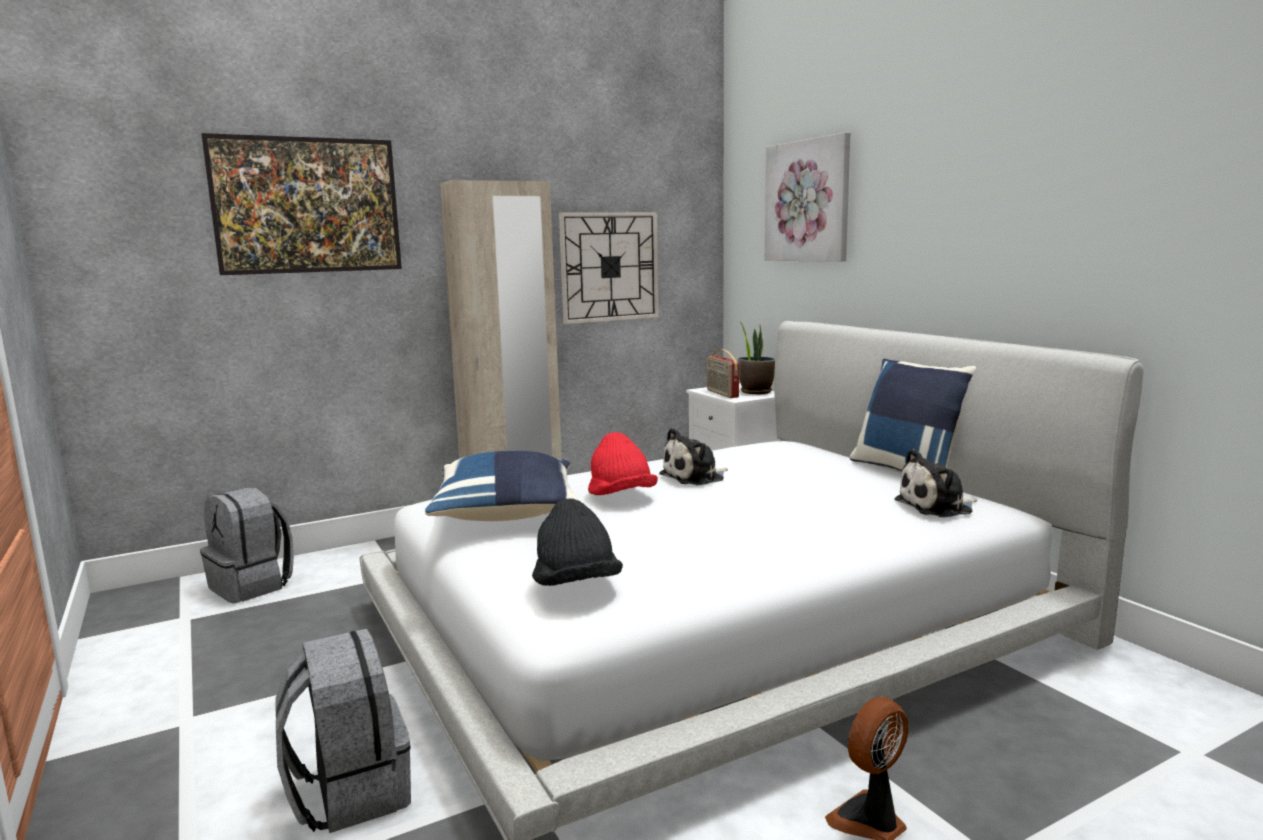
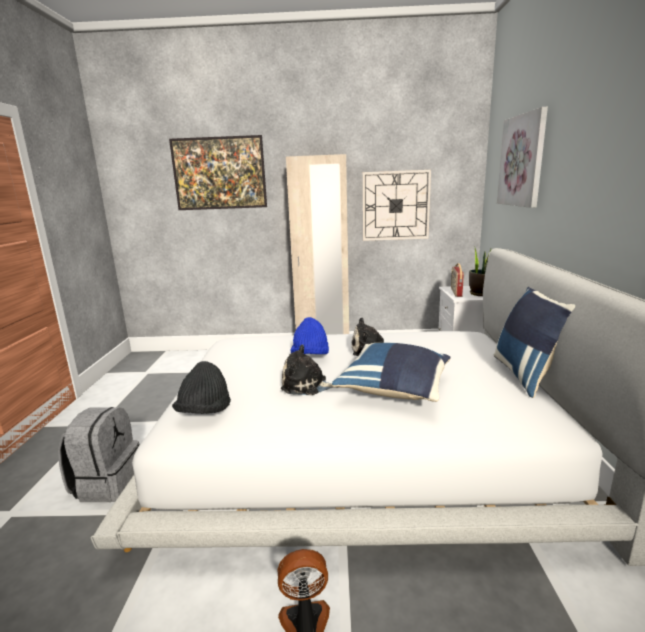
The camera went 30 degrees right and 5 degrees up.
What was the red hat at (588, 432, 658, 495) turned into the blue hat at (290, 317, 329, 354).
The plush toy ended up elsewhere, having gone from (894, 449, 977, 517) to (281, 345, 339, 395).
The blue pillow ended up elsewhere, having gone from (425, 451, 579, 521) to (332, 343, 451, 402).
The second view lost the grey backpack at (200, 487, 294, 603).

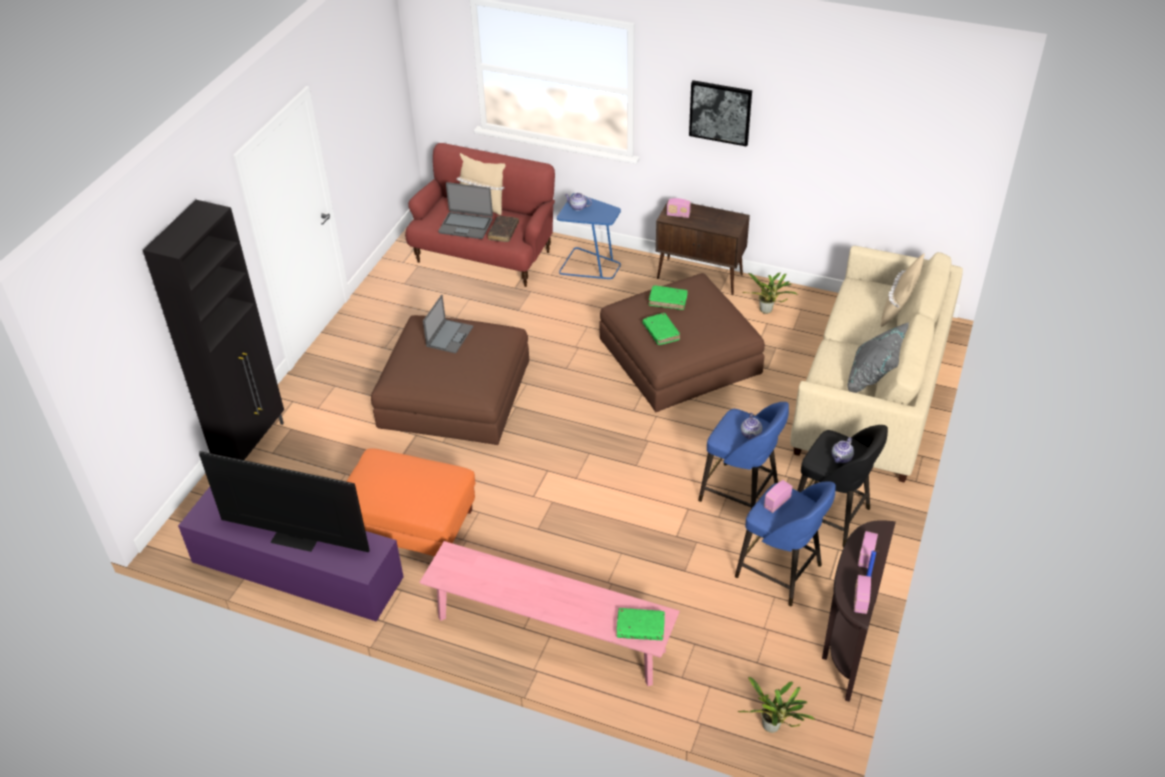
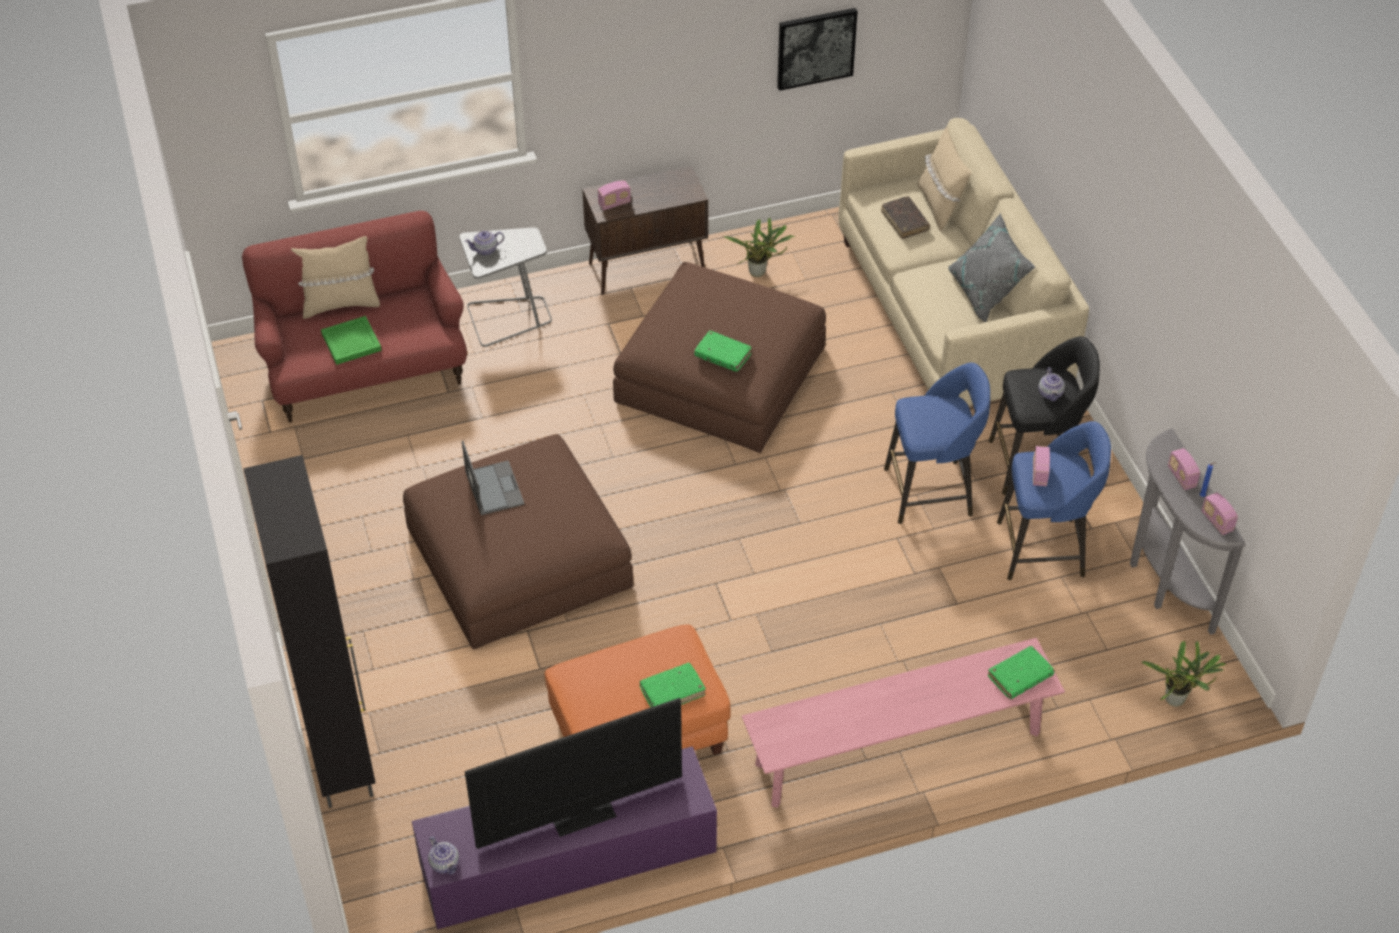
The camera went 40 degrees left and 5 degrees up.
The picture ended up elsewhere, having gone from (689, 80, 752, 147) to (777, 8, 858, 91).
Where the laptop stood at (438, 182, 493, 239), the green tray came to stand at (321, 316, 382, 365).
What was the blue side table at (557, 193, 621, 279) turned into the grey side table at (459, 227, 552, 347).
The brown book ended up elsewhere, having gone from (488, 216, 519, 242) to (881, 196, 930, 239).
The green book ended up elsewhere, having gone from (649, 285, 688, 310) to (639, 663, 706, 707).
The teapot ended up elsewhere, having gone from (741, 413, 762, 440) to (428, 836, 459, 874).
What was the brown console table at (822, 520, 896, 702) turned into the grey console table at (1130, 428, 1246, 635).

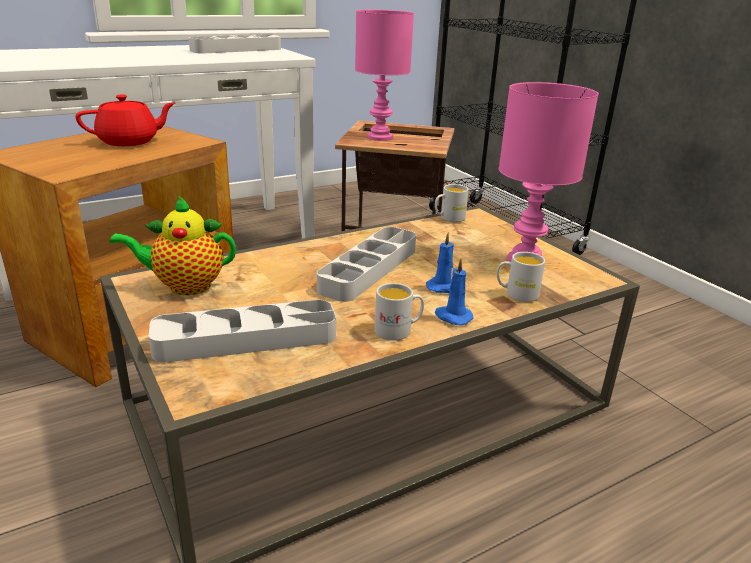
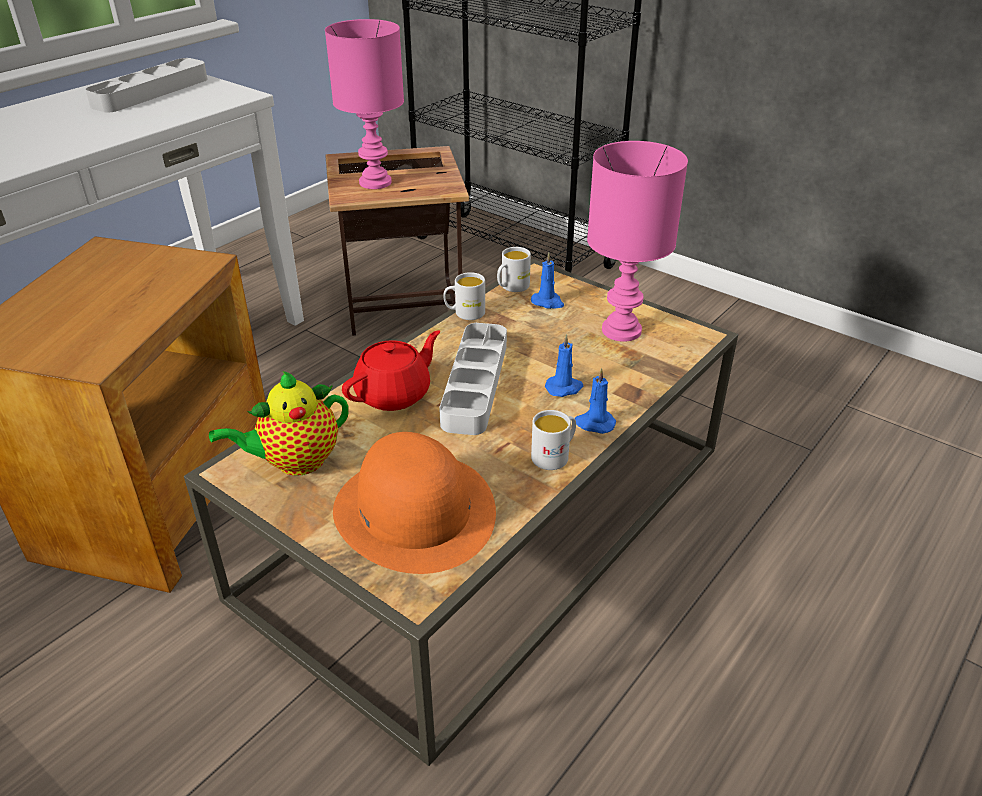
The camera went 20 degrees left and 10 degrees up.
The red teapot ended up elsewhere, having gone from (75, 94, 175, 146) to (342, 330, 440, 411).
The white mug ended up elsewhere, having gone from (497, 252, 545, 302) to (443, 272, 485, 320).
Where the grey tray stood at (149, 300, 336, 363), the orange hat came to stand at (333, 432, 496, 574).
The second view gained the blue candle at (531, 253, 564, 309).

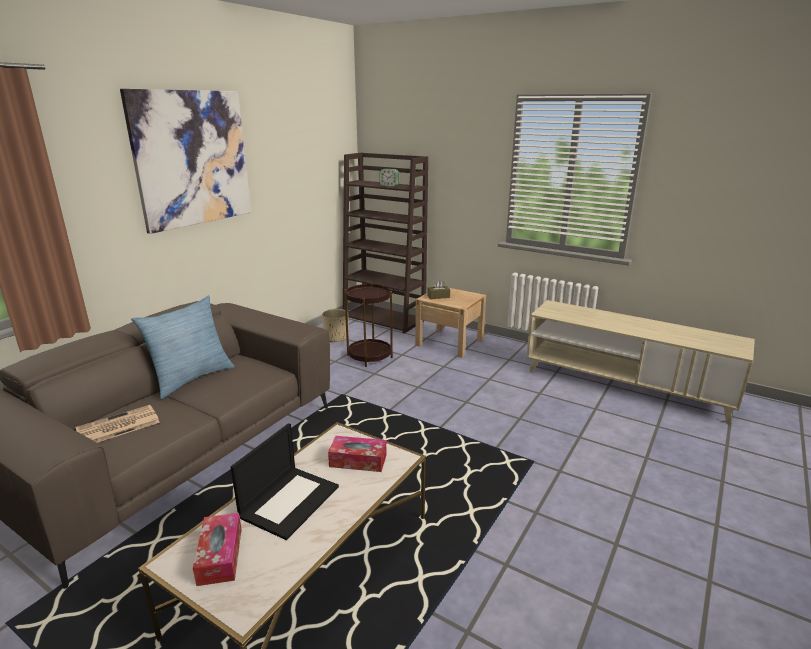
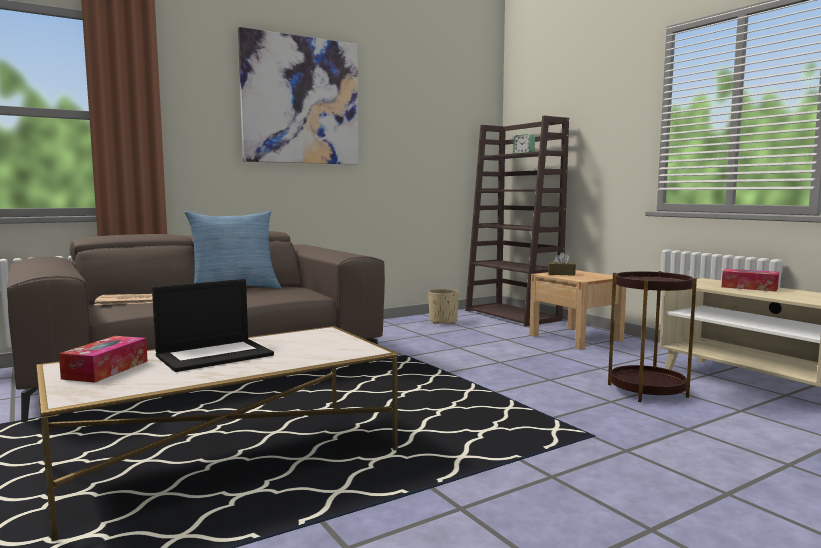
The camera went 25 degrees right and 15 degrees down.
The brown side table ended up elsewhere, having gone from (344, 283, 393, 367) to (608, 271, 697, 402).
The tissue box ended up elsewhere, having gone from (328, 436, 387, 472) to (722, 269, 779, 292).

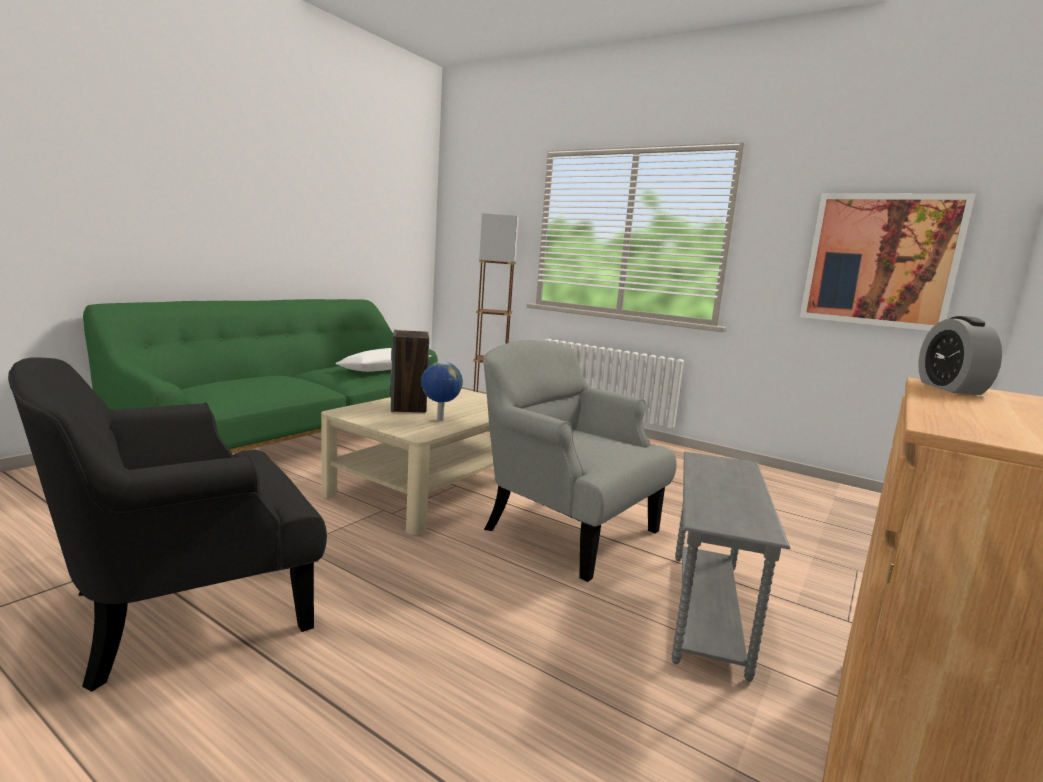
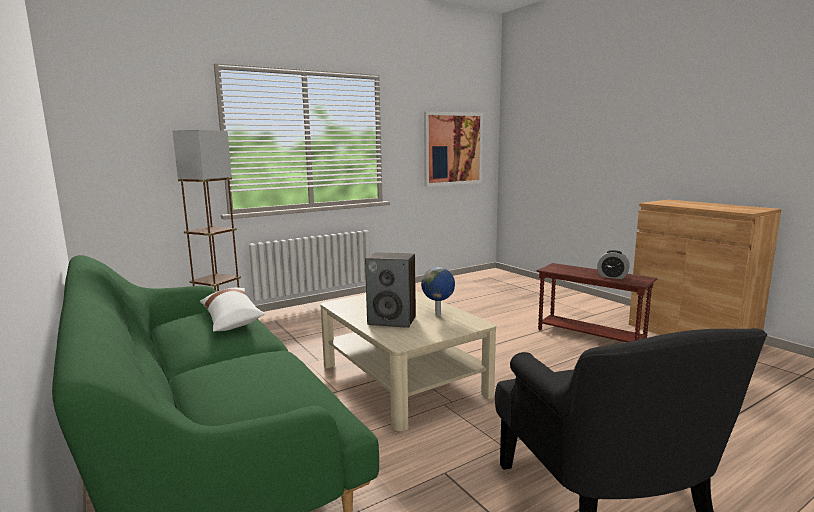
The camera went 65 degrees left and 0 degrees up.
The alarm clock ended up elsewhere, having gone from (918, 316, 1002, 395) to (597, 250, 630, 279).
The second view lost the grey armchair at (483, 340, 677, 582).
What was the grey side table at (671, 452, 790, 682) turned into the brown side table at (536, 263, 657, 342).

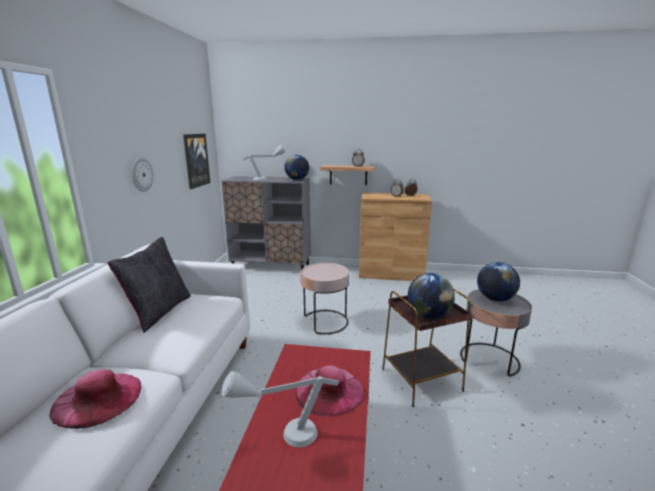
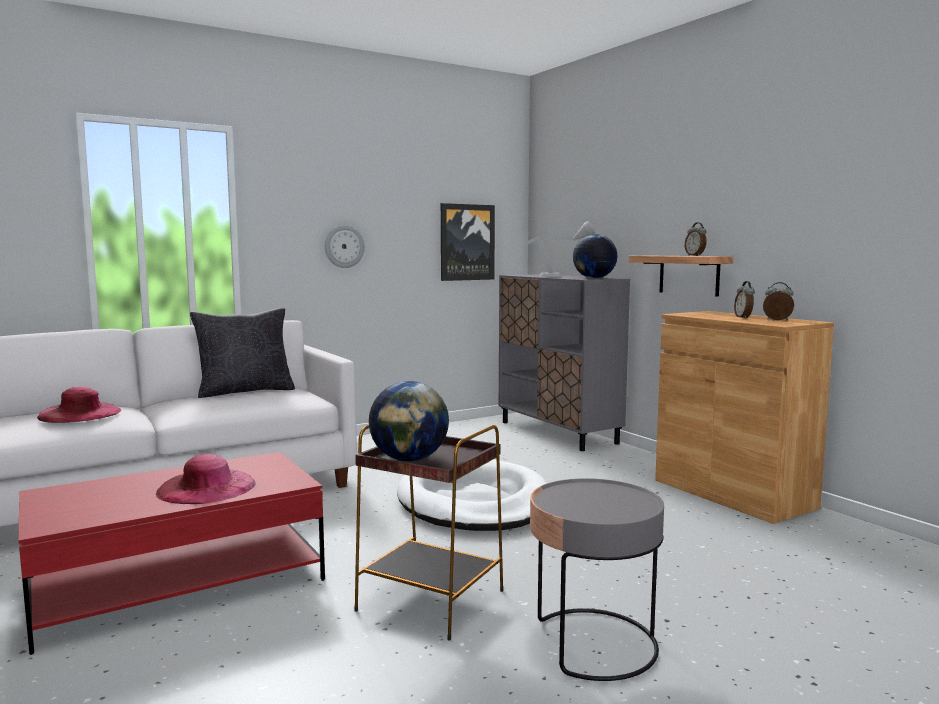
The camera went 50 degrees right and 10 degrees down.
The second view lost the globe at (477, 262, 520, 301).
Where the pink side table stood at (300, 263, 349, 334), the white dog bed came to stand at (397, 459, 547, 531).
The second view lost the grey table lamp at (222, 371, 339, 447).

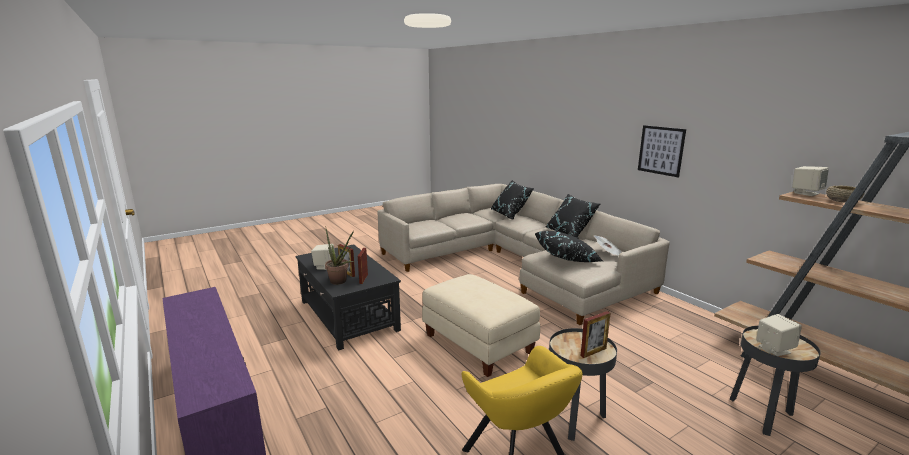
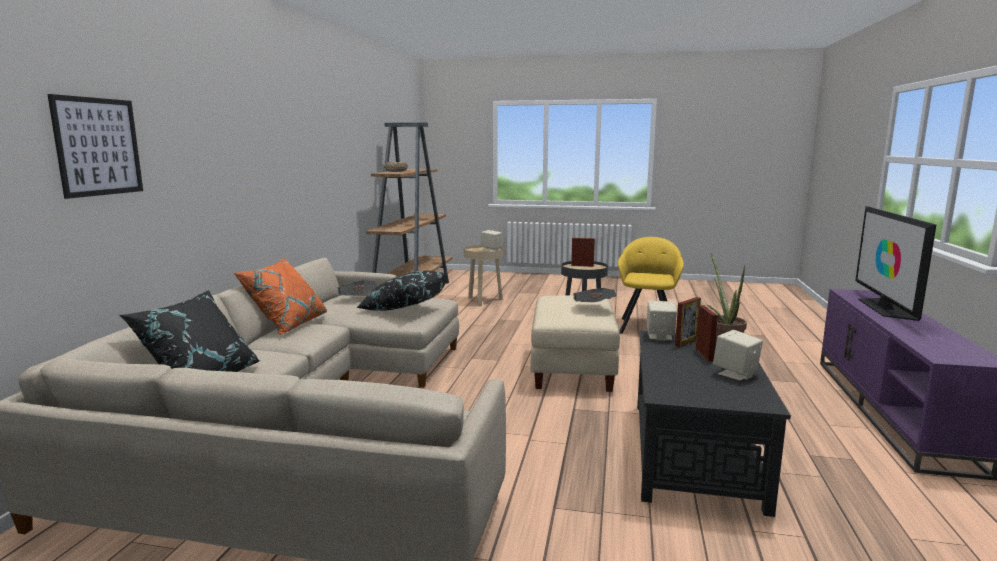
The camera went 135 degrees left and 5 degrees down.
The picture ended up elsewhere, having gone from (638, 125, 686, 177) to (47, 94, 143, 199).
The beige speaker ended up elsewhere, having gone from (792, 166, 829, 196) to (647, 301, 677, 341).
What was the black pillow at (545, 194, 600, 239) turned into the orange pillow at (234, 258, 327, 335).
What was the black side table at (729, 326, 821, 436) turned into the beige side table at (463, 245, 503, 306).
The second view gained the television at (855, 206, 936, 321).
The second view gained the newspaper at (573, 288, 617, 302).

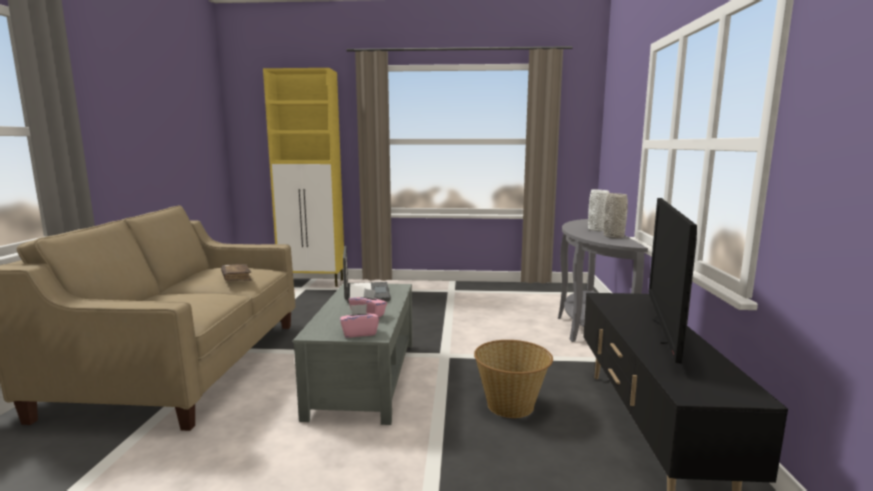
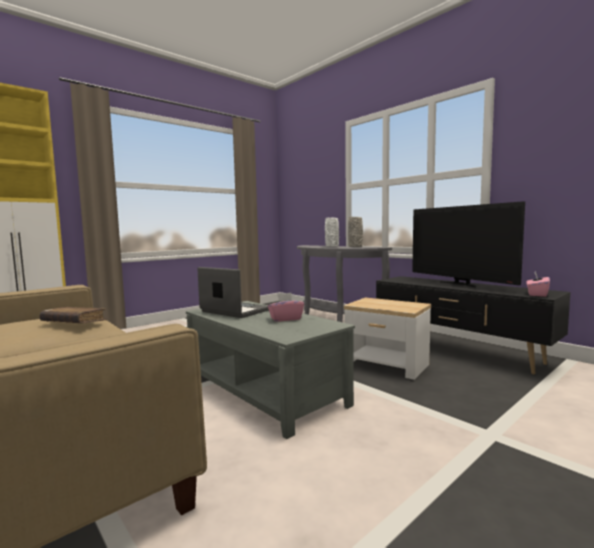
The camera went 45 degrees left and 5 degrees down.
The pink tissue box ended up elsewhere, having gone from (340, 304, 379, 338) to (526, 271, 550, 297).
Where the basket stood at (474, 340, 553, 418), the side table came to stand at (344, 297, 431, 380).

